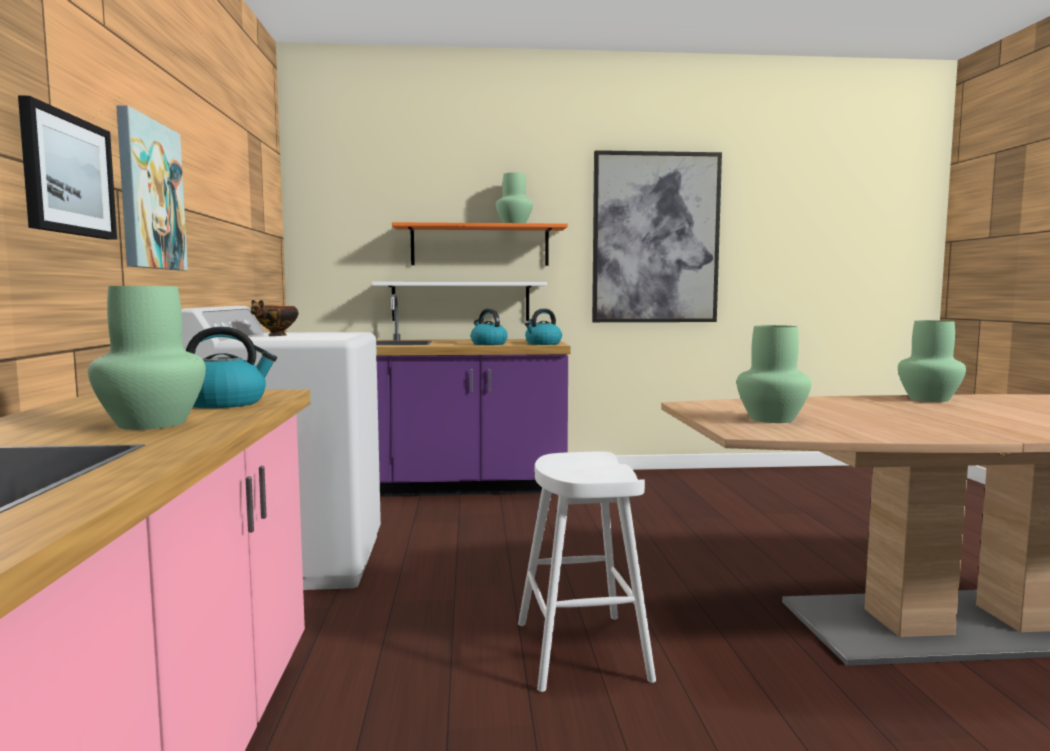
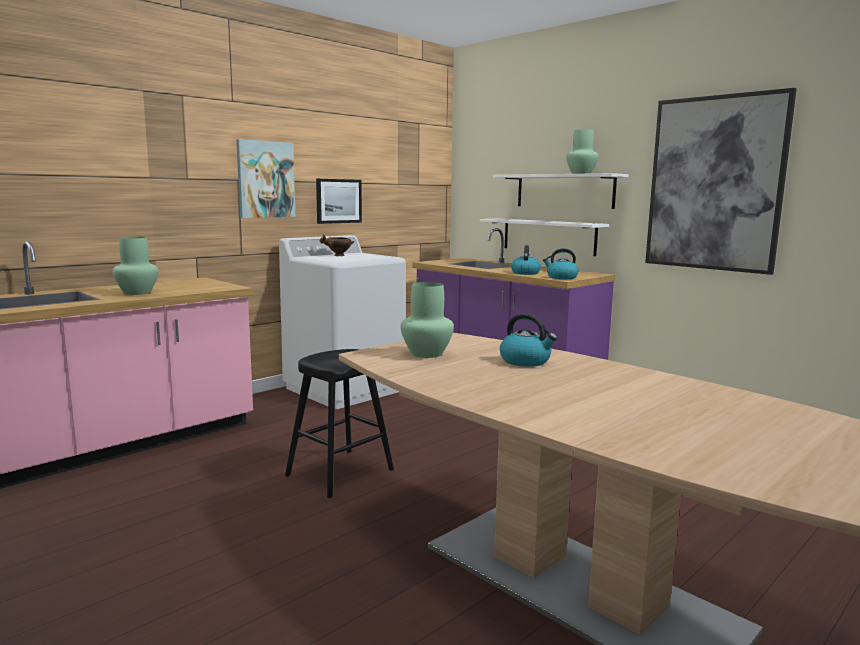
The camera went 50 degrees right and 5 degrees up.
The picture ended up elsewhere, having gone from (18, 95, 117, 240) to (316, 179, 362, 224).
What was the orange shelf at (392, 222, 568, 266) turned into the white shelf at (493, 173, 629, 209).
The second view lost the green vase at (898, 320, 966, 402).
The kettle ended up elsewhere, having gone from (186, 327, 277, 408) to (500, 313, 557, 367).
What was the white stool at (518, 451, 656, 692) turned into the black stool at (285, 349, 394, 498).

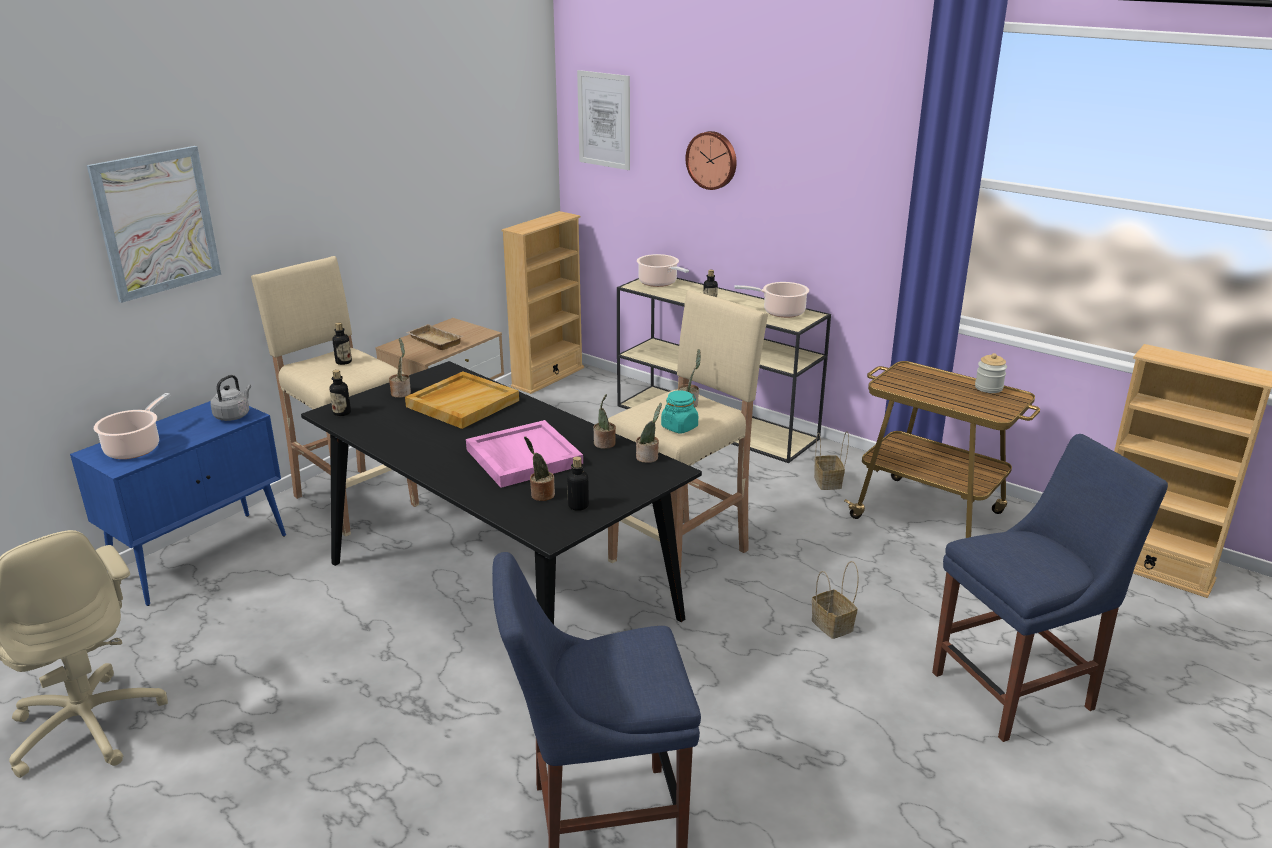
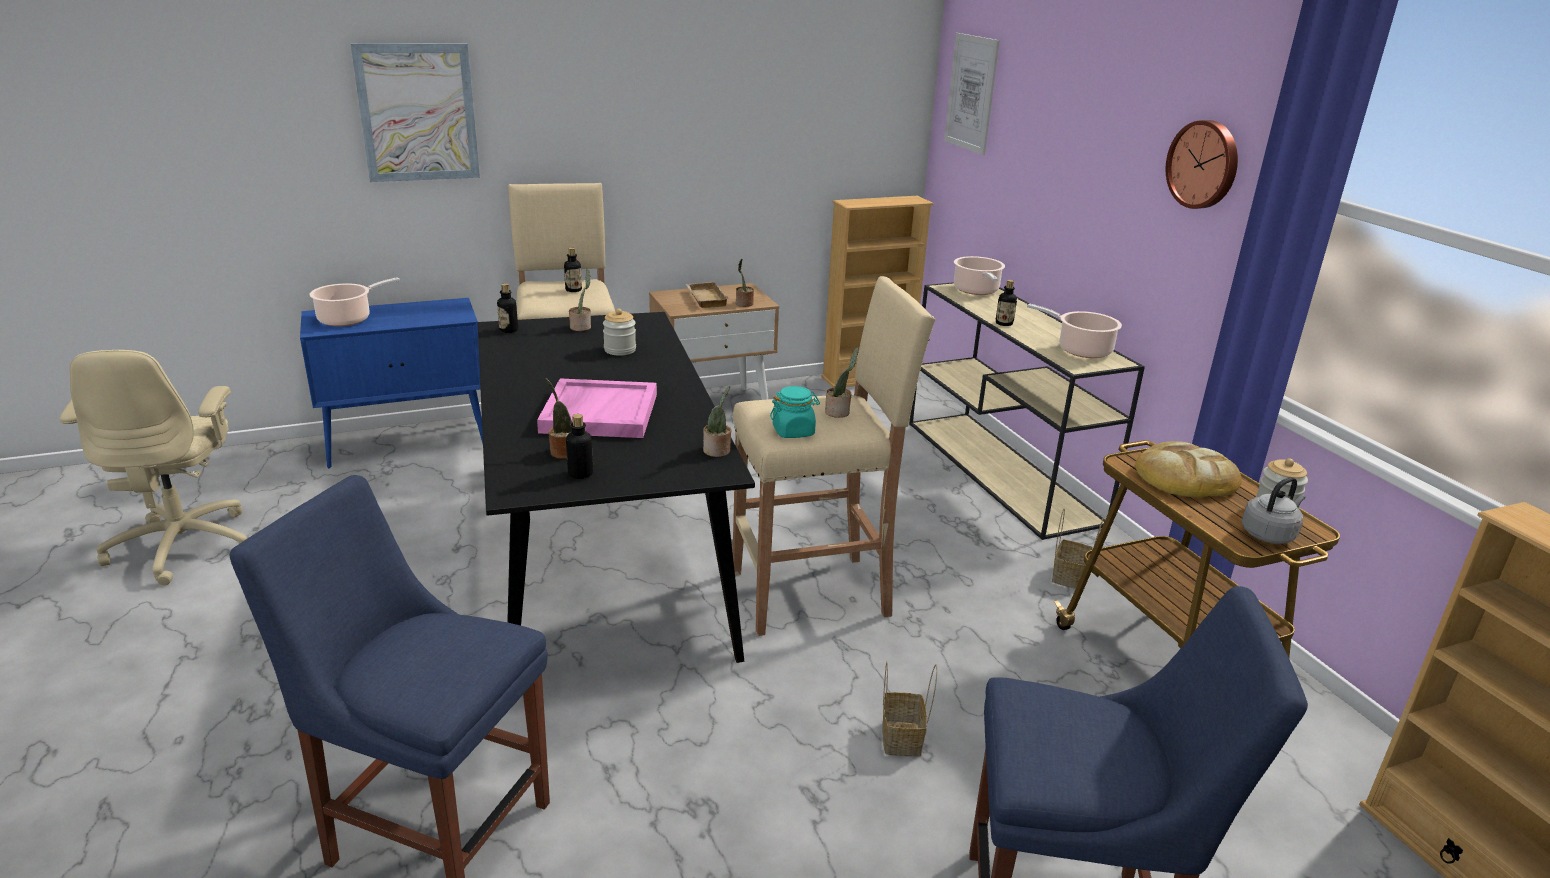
The camera went 30 degrees right and 0 degrees up.
The wall clock ended up elsewhere, having gone from (685, 131, 737, 190) to (1166, 120, 1238, 209).
Where the beige tray stood at (405, 371, 519, 429), the jar came to stand at (603, 309, 636, 356).
The grey kettle ended up elsewhere, having gone from (210, 375, 251, 421) to (1242, 477, 1305, 544).
The potted plant ended up elsewhere, having gone from (594, 394, 616, 449) to (736, 259, 754, 307).
The second view gained the bread at (1135, 441, 1242, 497).

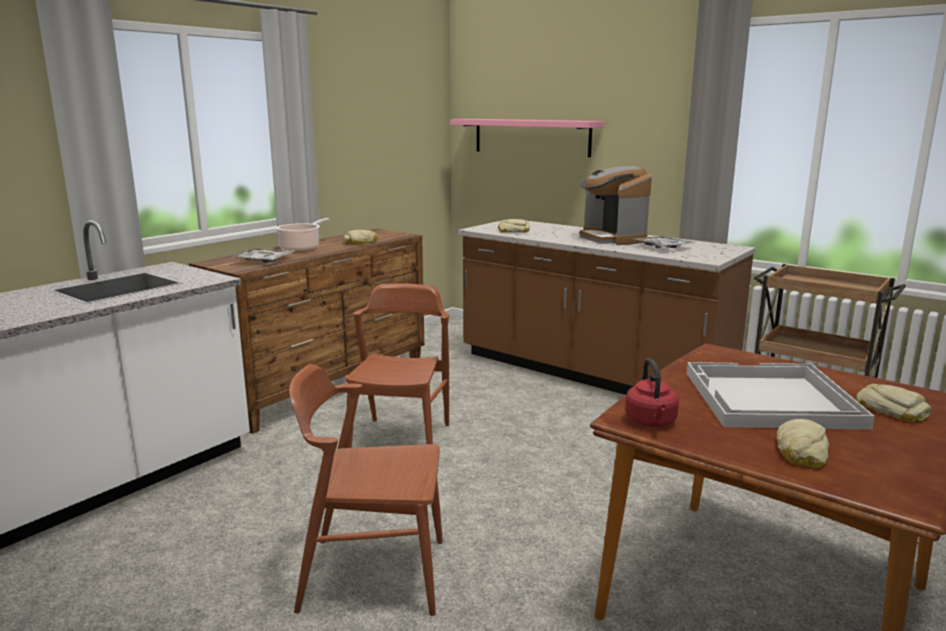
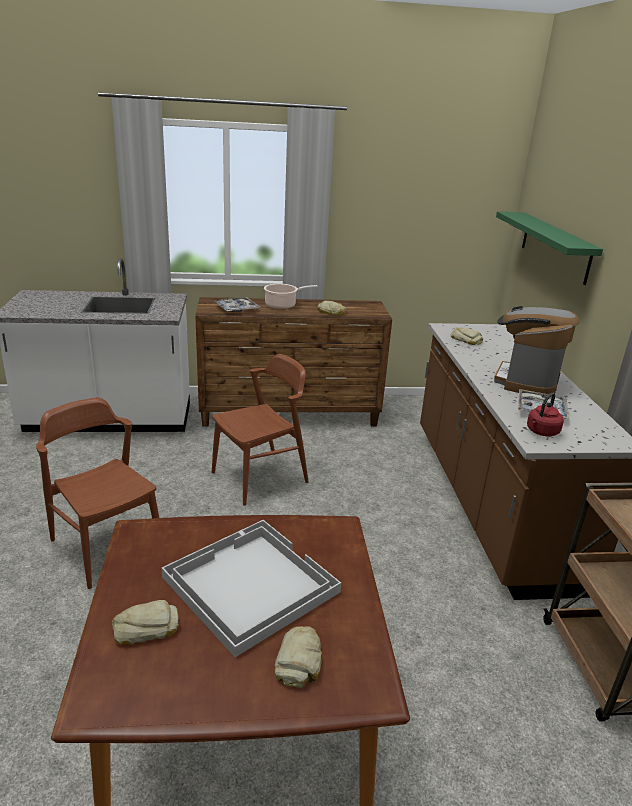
The camera went 45 degrees right and 10 degrees up.
What was the pink shelf at (450, 119, 605, 157) turned into the green shelf at (496, 211, 603, 285).
The red kettle ended up elsewhere, having gone from (625, 358, 679, 427) to (527, 393, 564, 436).

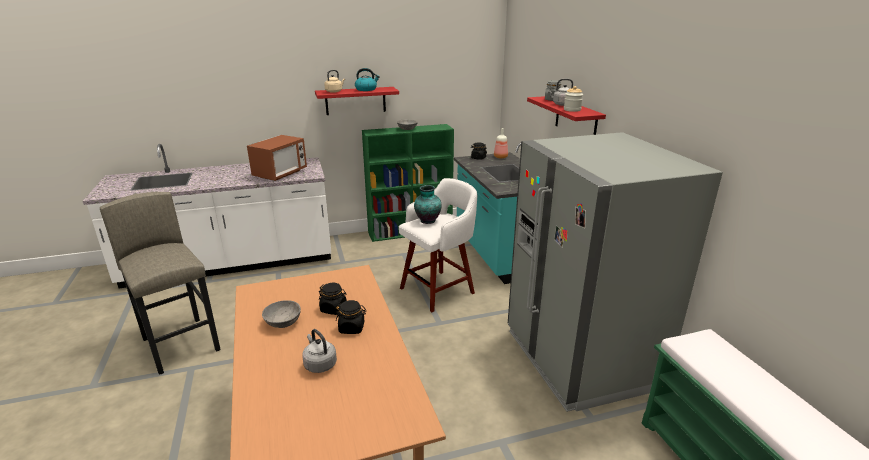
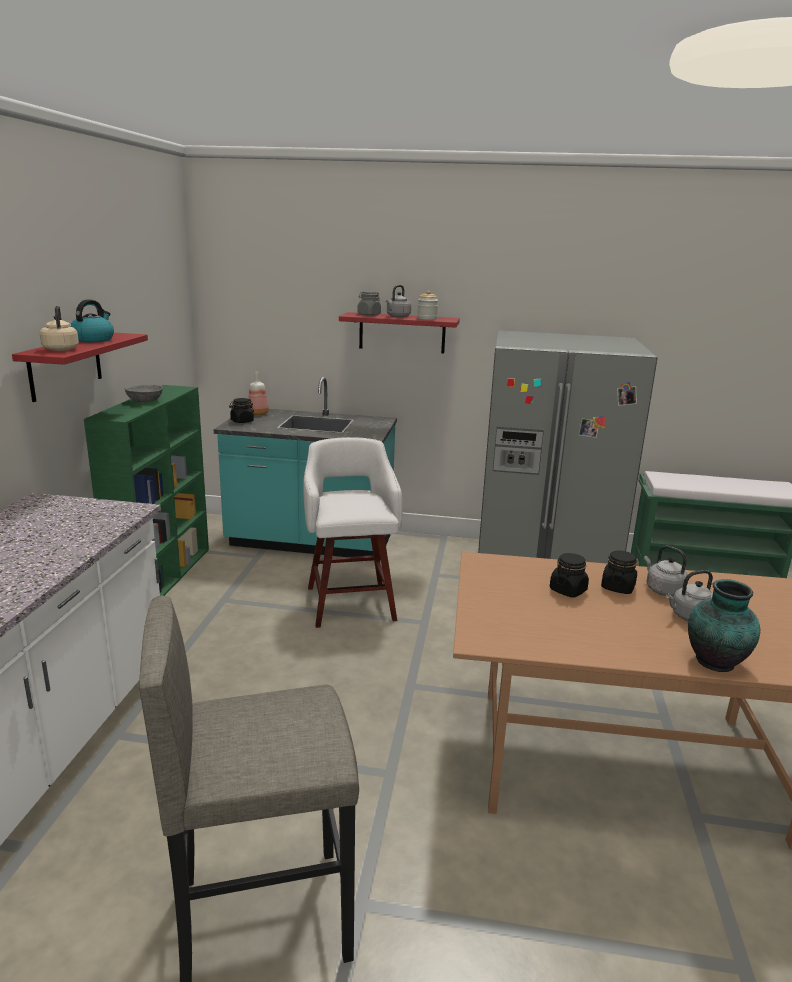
The camera went 65 degrees left and 5 degrees down.
The second view lost the microwave at (247, 135, 307, 181).
The vase ended up elsewhere, having gone from (414, 185, 441, 224) to (688, 579, 760, 672).
The second view lost the grey bowl at (262, 300, 301, 328).
The second view gained the grey kettle at (644, 546, 688, 597).

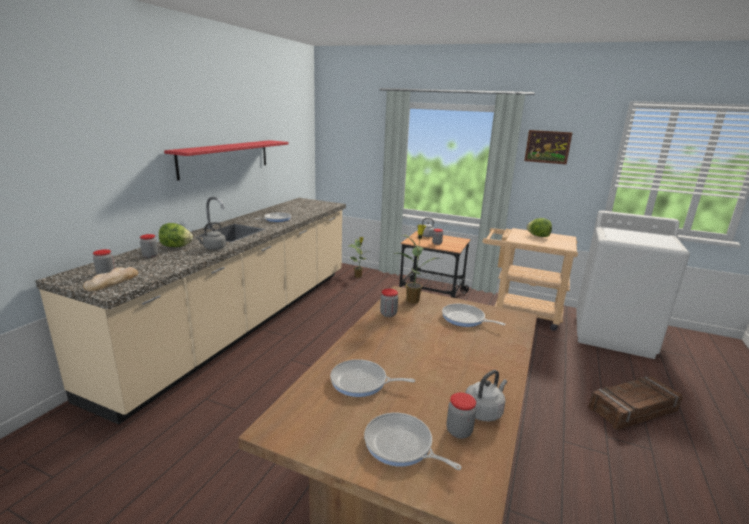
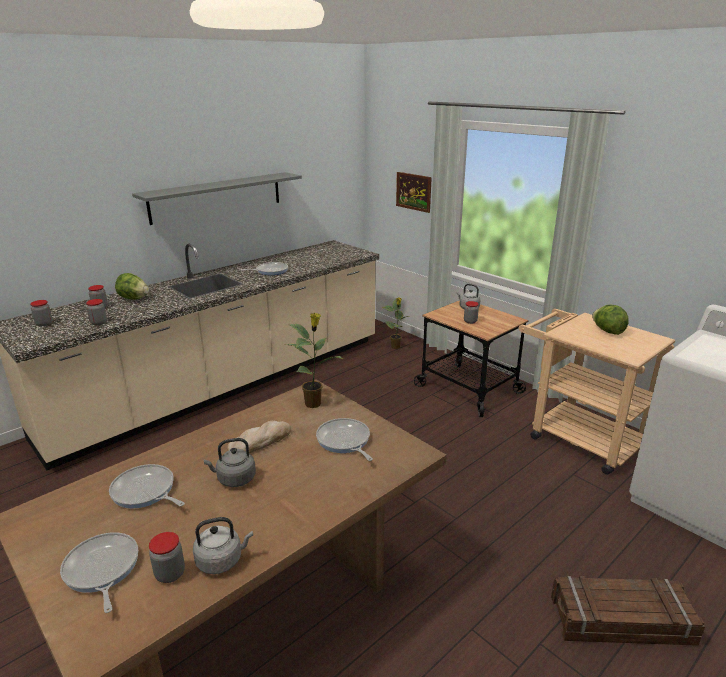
The camera went 25 degrees right and 5 degrees up.
The picture ended up elsewhere, having gone from (524, 130, 573, 165) to (396, 172, 432, 213).
What was the red shelf at (164, 140, 288, 180) turned into the grey shelf at (132, 172, 302, 225).
The grey kettle ended up elsewhere, having gone from (196, 222, 226, 250) to (204, 438, 256, 487).
The bread ended up elsewhere, having gone from (83, 267, 139, 291) to (227, 421, 291, 454).
The jar ended up elsewhere, having gone from (380, 289, 398, 317) to (86, 299, 107, 325).

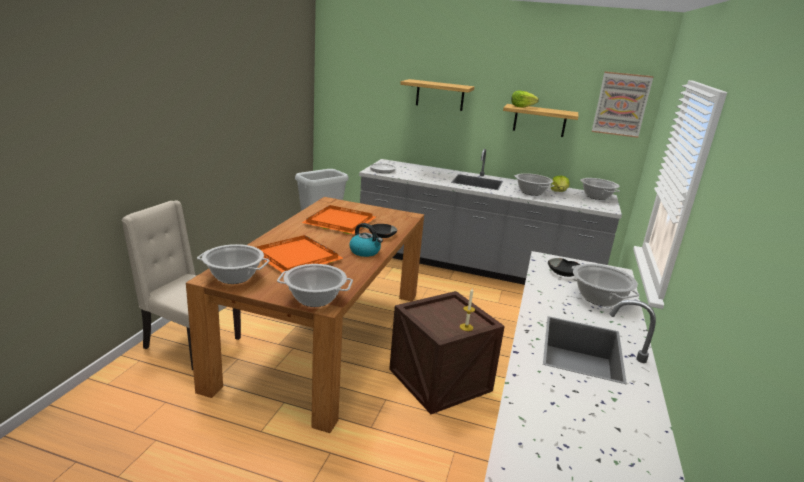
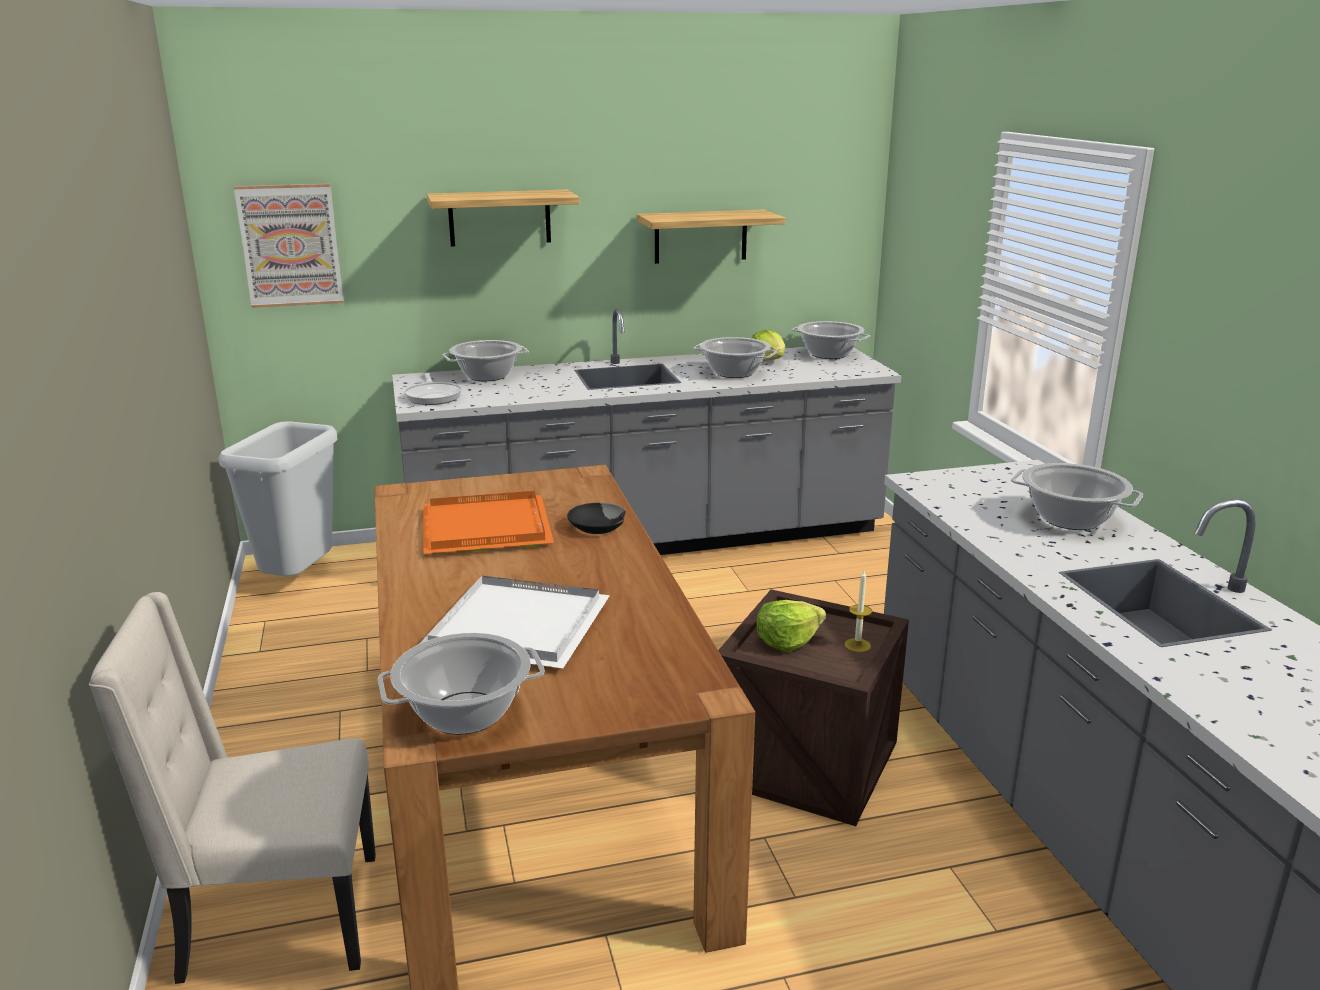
The camera went 30 degrees left and 0 degrees up.
The picture ended up elsewhere, having gone from (592, 71, 654, 138) to (234, 184, 344, 308).
The lettuce ended up elsewhere, having gone from (511, 91, 539, 108) to (757, 600, 826, 652).
The second view lost the kettle at (349, 223, 383, 257).
What was the orange tray at (256, 235, 344, 273) turned into the white tray at (419, 576, 610, 668).
The second view lost the black bowl at (548, 258, 580, 277).
The cooking pot ended up elsewhere, having gone from (277, 264, 353, 307) to (442, 340, 529, 381).

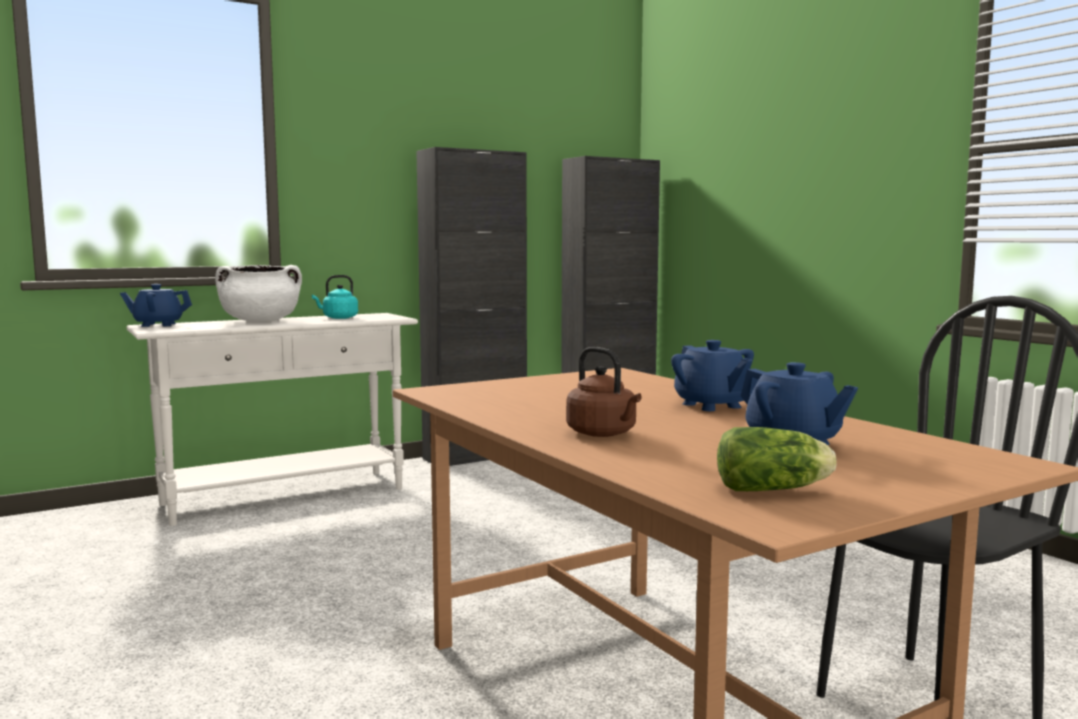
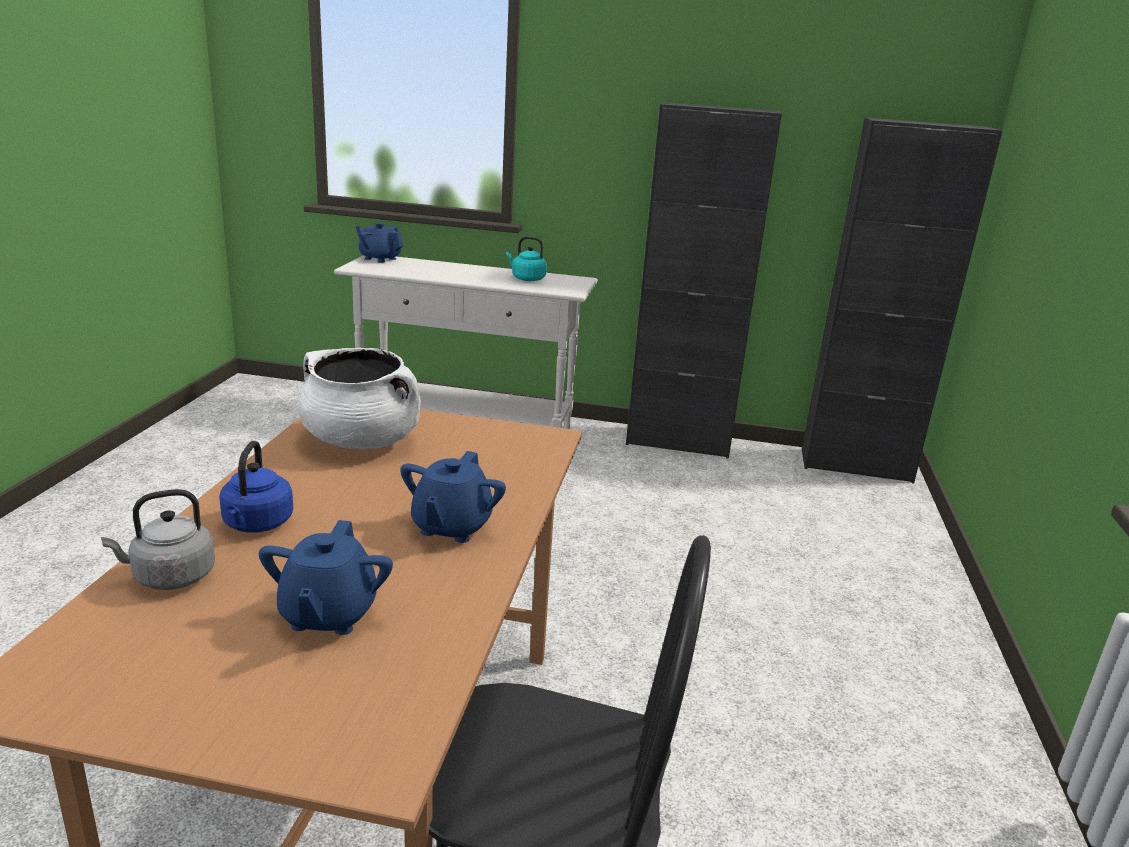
The camera went 40 degrees right and 15 degrees up.
The white cooking pot ended up elsewhere, having gone from (215, 265, 302, 322) to (297, 348, 421, 449).
What was the brown kettle at (566, 347, 641, 437) turned into the blue kettle at (219, 441, 293, 533).
The second view lost the lettuce at (717, 427, 837, 491).
The second view gained the grey kettle at (101, 489, 215, 590).

